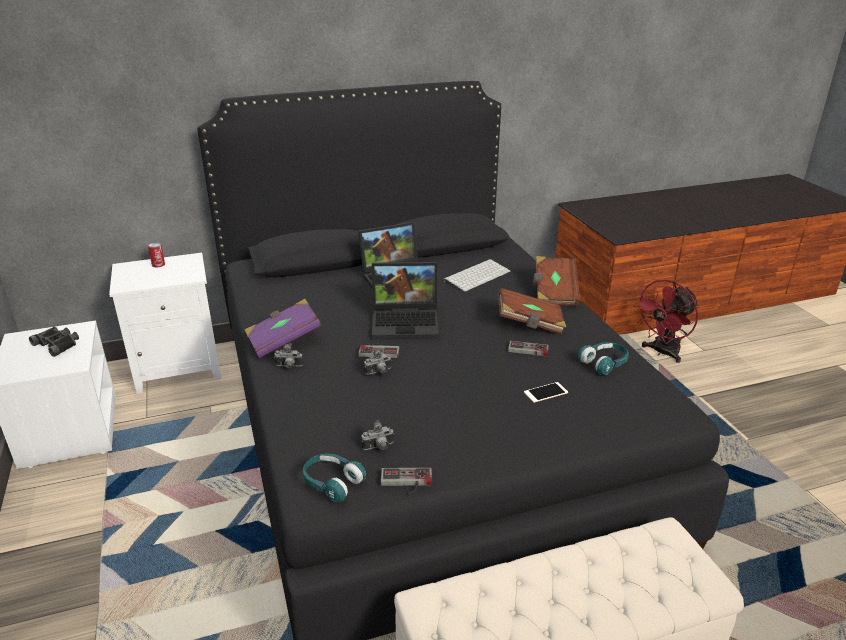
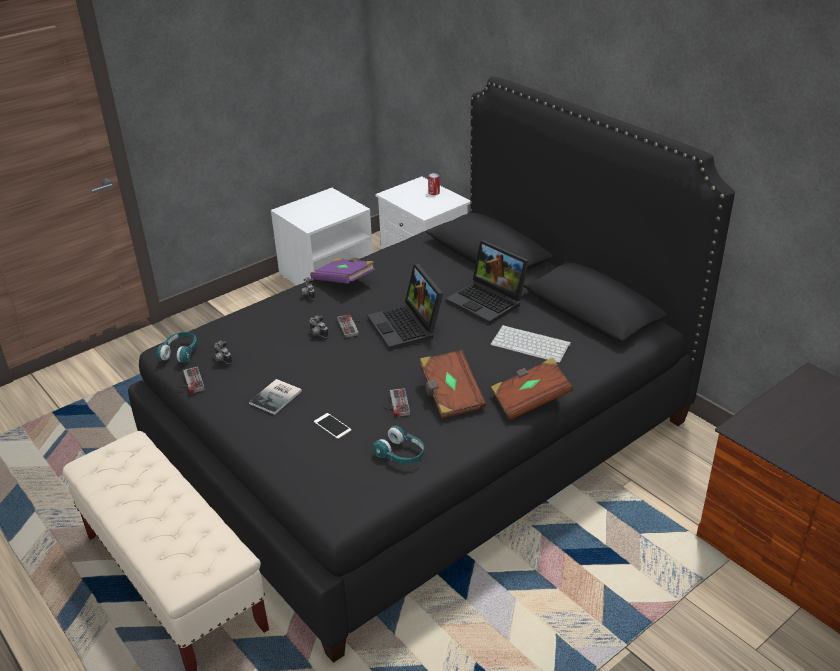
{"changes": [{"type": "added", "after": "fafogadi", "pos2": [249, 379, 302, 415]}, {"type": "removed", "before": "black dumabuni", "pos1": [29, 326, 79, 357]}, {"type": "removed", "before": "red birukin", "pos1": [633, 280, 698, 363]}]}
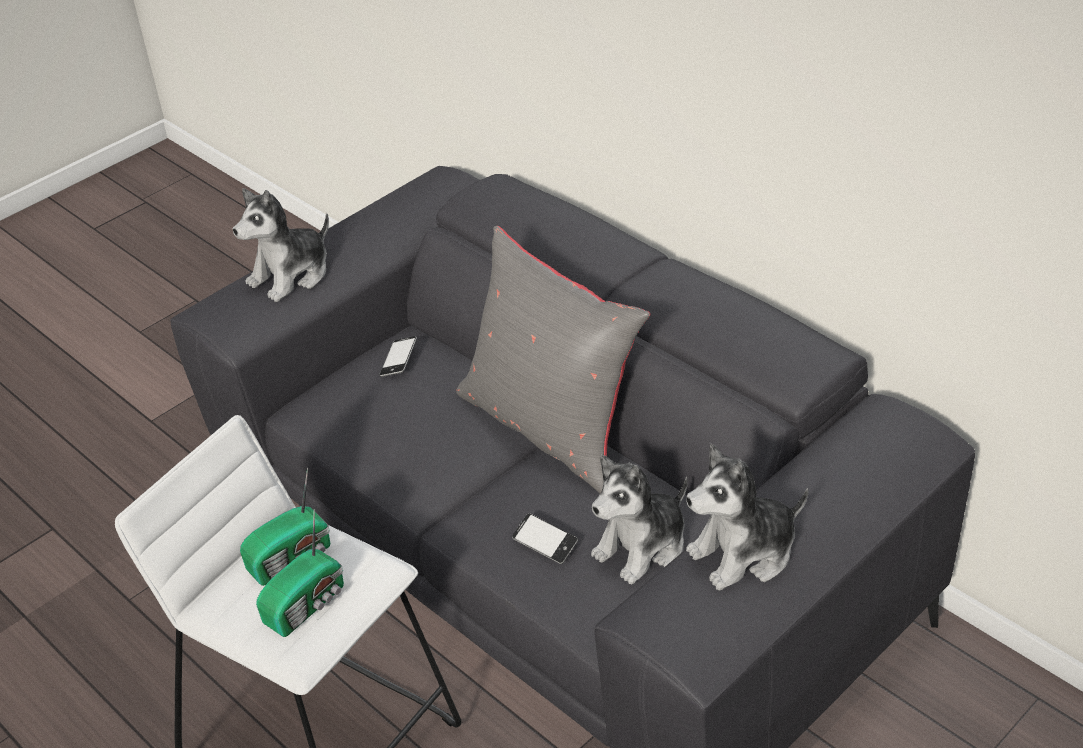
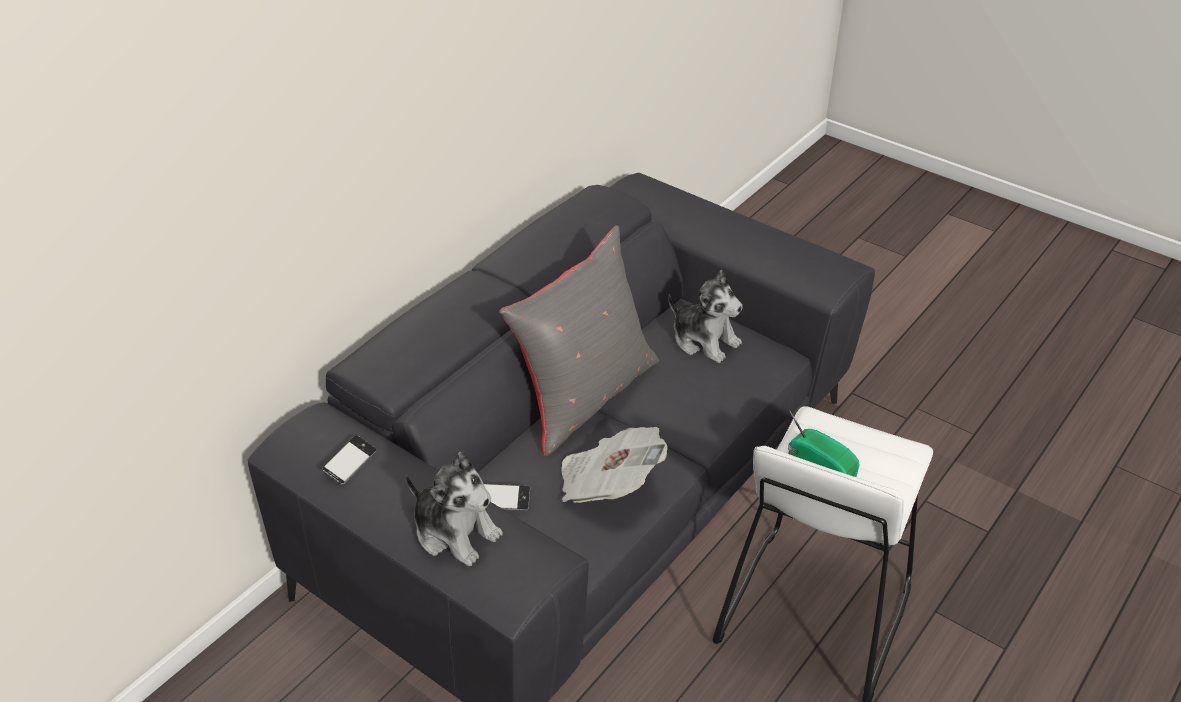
{"changes": [{"type": "moved", "before": "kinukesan", "pos1": [512, 513, 578, 564], "pos2": [322, 435, 376, 485]}, {"type": "added", "after": "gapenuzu", "pos2": [561, 427, 668, 503]}, {"type": "removed", "before": "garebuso", "pos1": [256, 509, 344, 637]}, {"type": "removed", "before": "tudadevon", "pos1": [686, 444, 809, 591]}]}
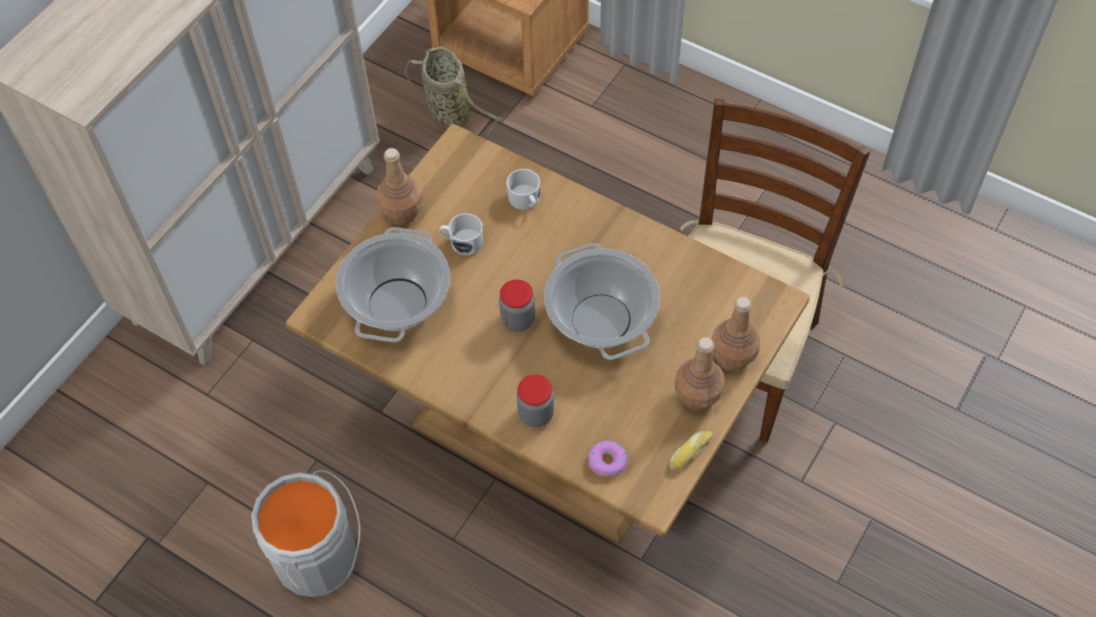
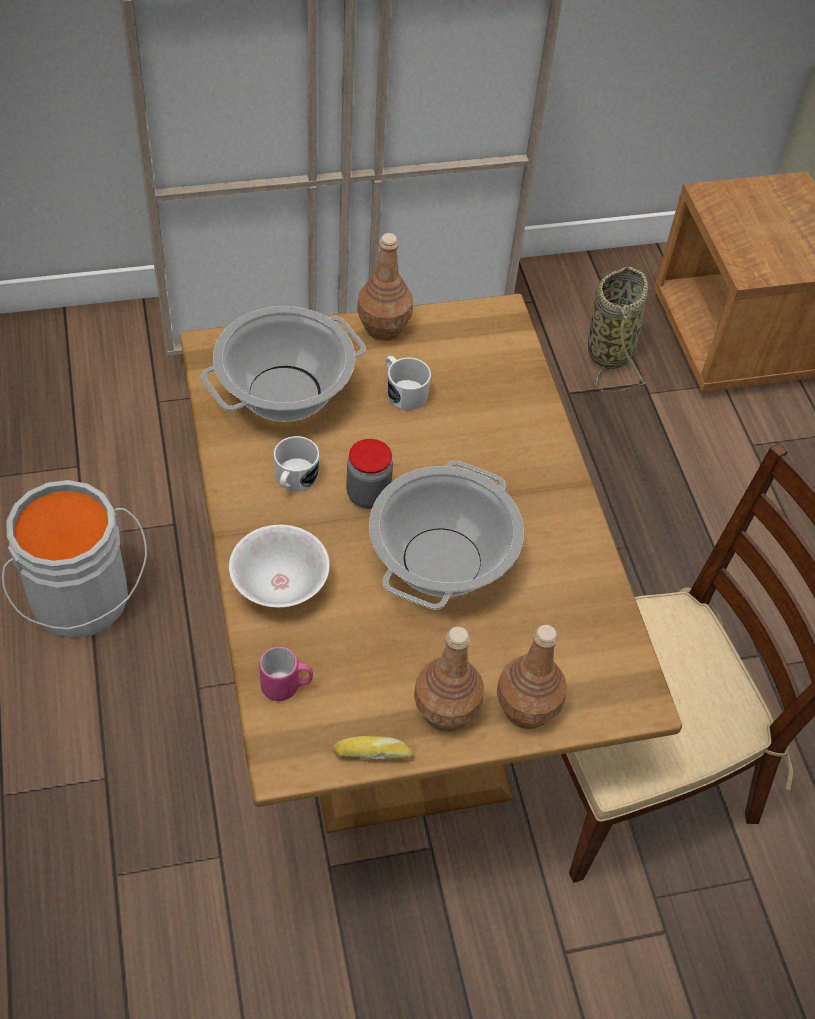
{"changes": [{"type": "replaced", "before": "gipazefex", "after": "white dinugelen", "pos1": [517, 375, 554, 427], "pos2": [229, 525, 330, 607]}, {"type": "replaced", "before": "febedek", "after": "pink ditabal", "pos1": [588, 440, 628, 477], "pos2": [259, 646, 313, 701]}, {"type": "moved", "before": "white ditabal", "pos1": [506, 169, 540, 210], "pos2": [273, 436, 319, 491]}]}
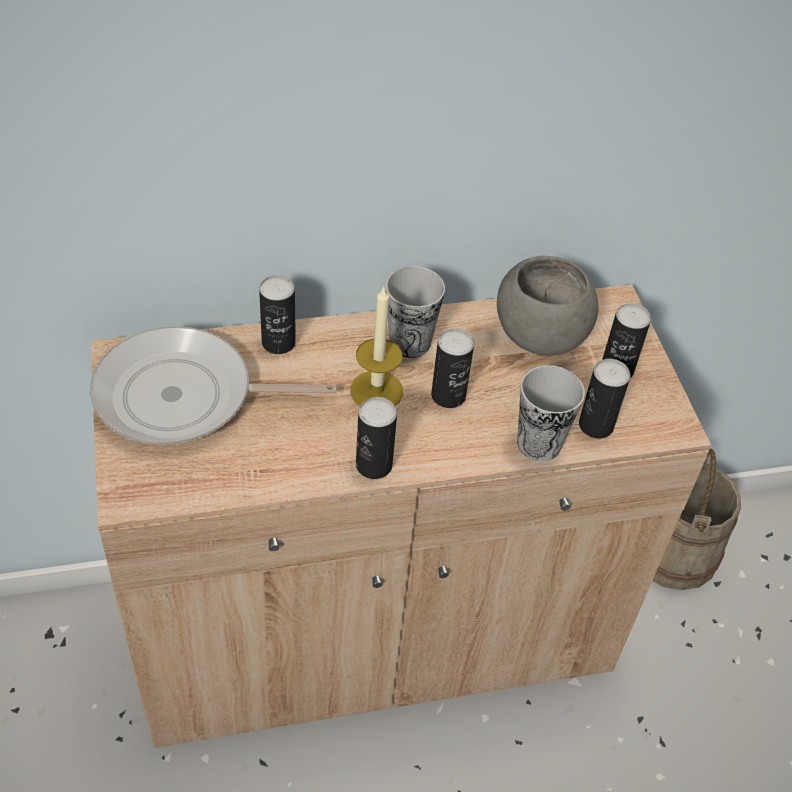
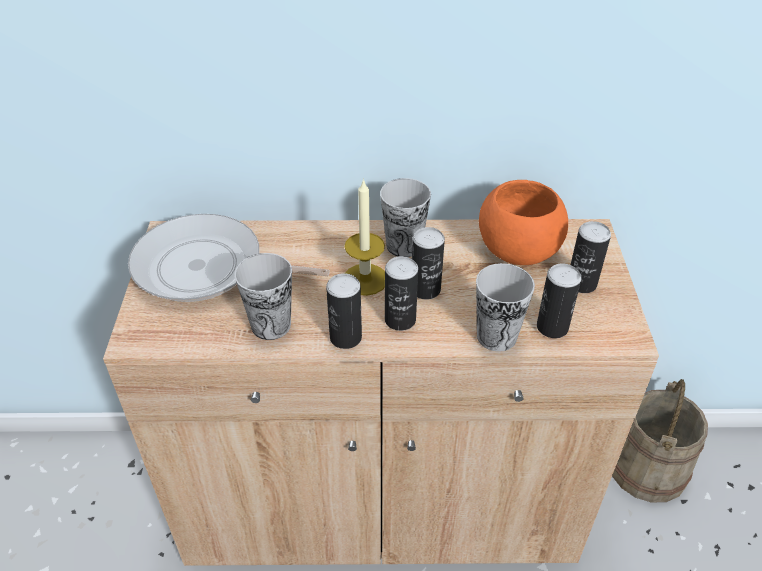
{"changes": [{"type": "added", "after": "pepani", "pos2": [234, 253, 292, 340]}, {"type": "moved", "before": "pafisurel", "pos1": [259, 275, 296, 354], "pos2": [385, 256, 418, 331]}, {"type": "recoloured", "before": "grey dinugelen", "after": "orange dinugelen", "pos1": [497, 256, 598, 356], "pos2": [479, 180, 568, 265]}]}
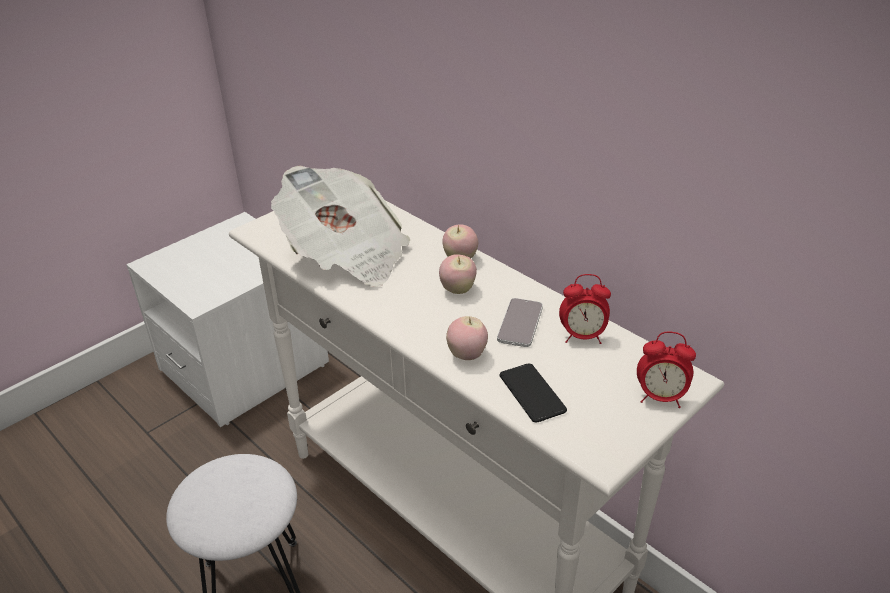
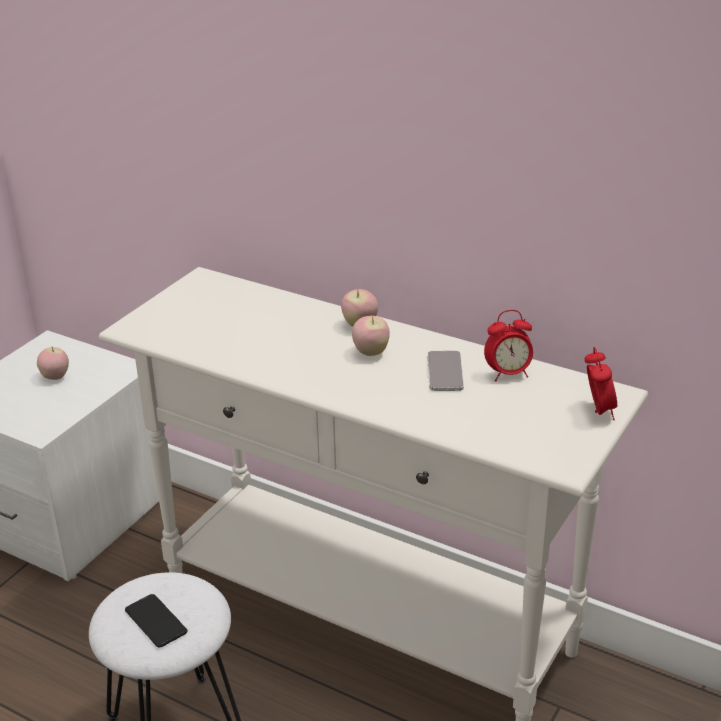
{"changes": [{"type": "moved", "before": "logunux", "pos1": [446, 316, 488, 360], "pos2": [37, 347, 69, 380]}, {"type": "moved", "before": "kinukesan", "pos1": [499, 364, 567, 422], "pos2": [125, 594, 187, 647]}, {"type": "turned", "before": "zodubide", "pos1": [637, 332, 696, 408], "pos2": [585, 347, 617, 420], "turn": -90}, {"type": "removed", "before": "gapenuzu", "pos1": [271, 166, 411, 287]}]}
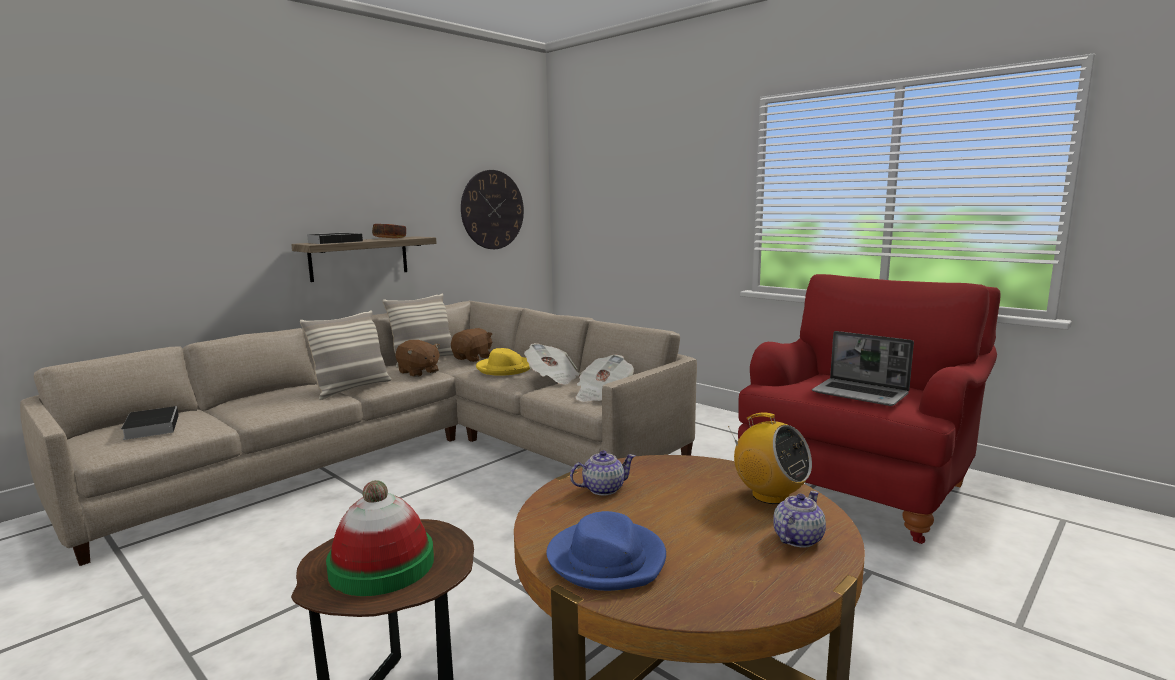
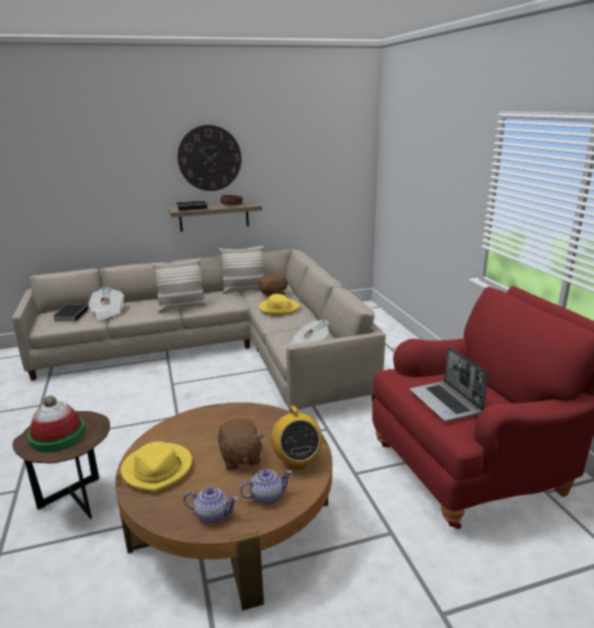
{"changes": [{"type": "moved", "before": "gapenuzu", "pos1": [524, 343, 580, 385], "pos2": [88, 287, 124, 320]}, {"type": "recoloured", "before": "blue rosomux", "after": "yellow rosomux", "pos1": [546, 511, 666, 591], "pos2": [121, 441, 192, 492]}, {"type": "moved", "before": "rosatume", "pos1": [461, 170, 524, 249], "pos2": [178, 125, 242, 191]}, {"type": "moved", "before": "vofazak", "pos1": [570, 450, 635, 496], "pos2": [184, 487, 238, 524]}, {"type": "moved", "before": "brown tudadevon", "pos1": [396, 340, 440, 377], "pos2": [218, 418, 264, 470]}]}
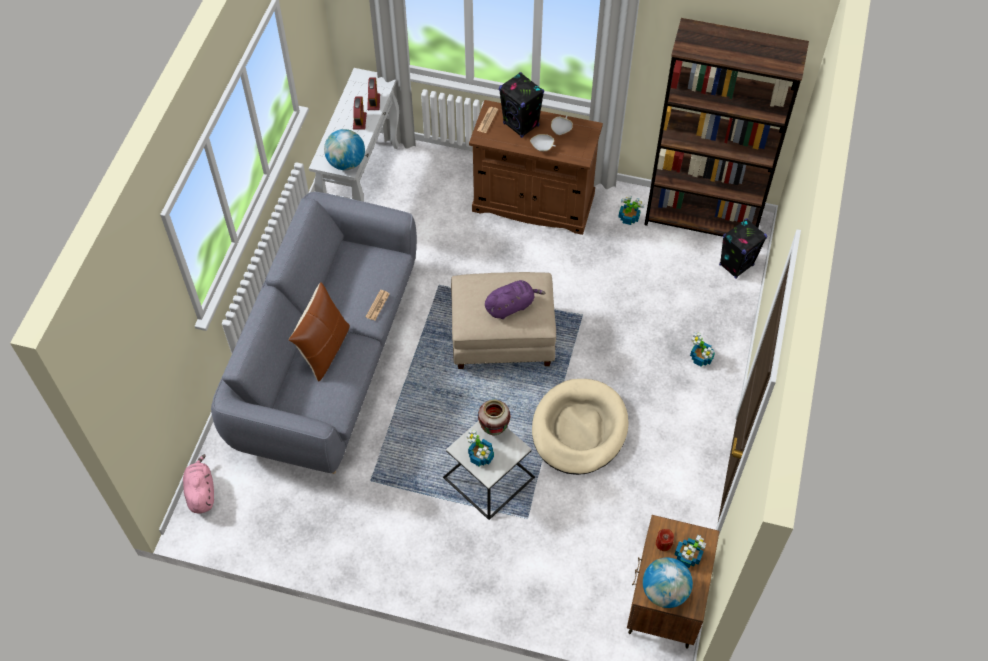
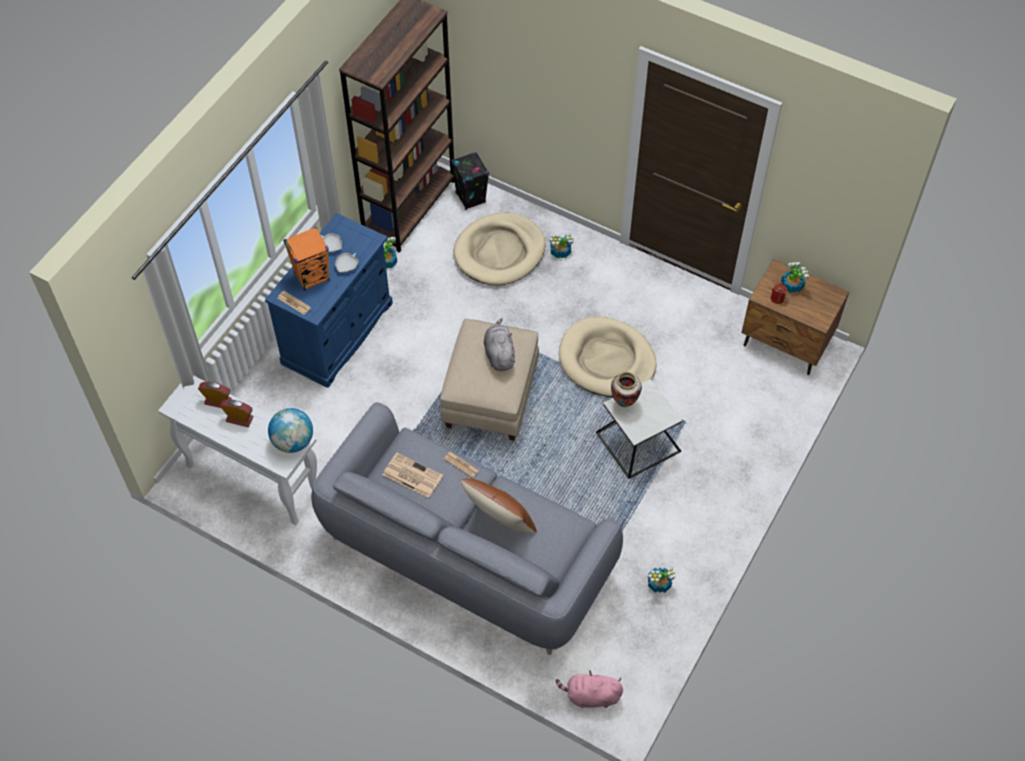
{"changes": [{"type": "recoloured", "before": "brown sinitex", "after": "blue sinitex", "pos1": [469, 100, 603, 235], "pos2": [265, 213, 393, 388]}, {"type": "recoloured", "before": "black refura", "after": "orange refura", "pos1": [499, 72, 544, 138], "pos2": [283, 227, 330, 291]}, {"type": "added", "after": "gapenuzu", "pos2": [383, 453, 443, 498]}, {"type": "added", "after": "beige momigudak", "pos2": [453, 213, 546, 285]}, {"type": "recoloured", "before": "purple tudadevon", "after": "grey tudadevon", "pos1": [485, 280, 546, 319], "pos2": [484, 318, 515, 371]}, {"type": "moved", "before": "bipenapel", "pos1": [467, 429, 494, 466], "pos2": [648, 566, 675, 593]}, {"type": "removed", "before": "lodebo", "pos1": [643, 557, 693, 608]}]}
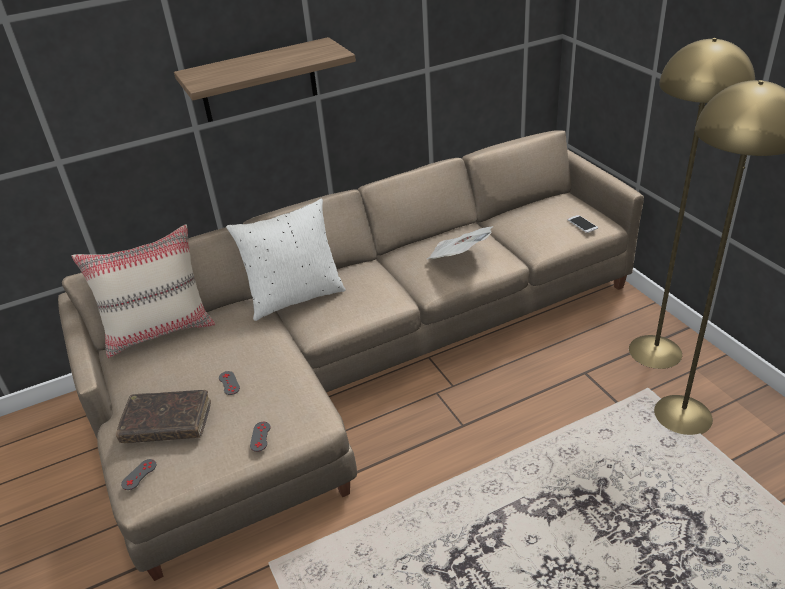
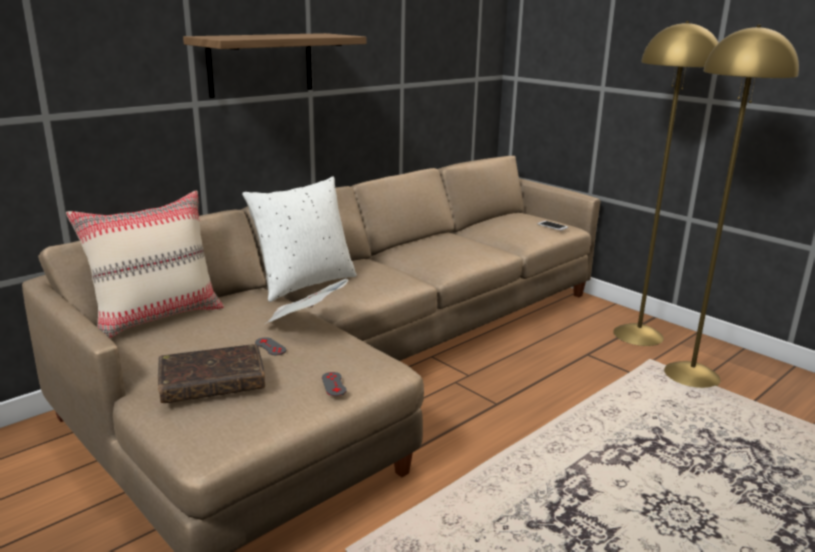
{"changes": [{"type": "moved", "before": "gapenuzu", "pos1": [427, 226, 494, 259], "pos2": [265, 278, 348, 324]}, {"type": "removed", "before": "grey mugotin", "pos1": [121, 459, 157, 490]}]}
